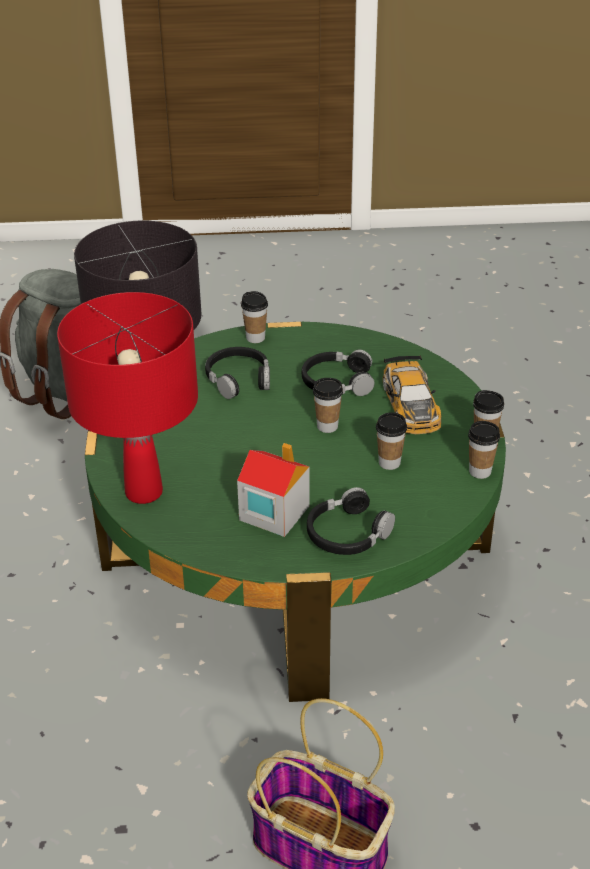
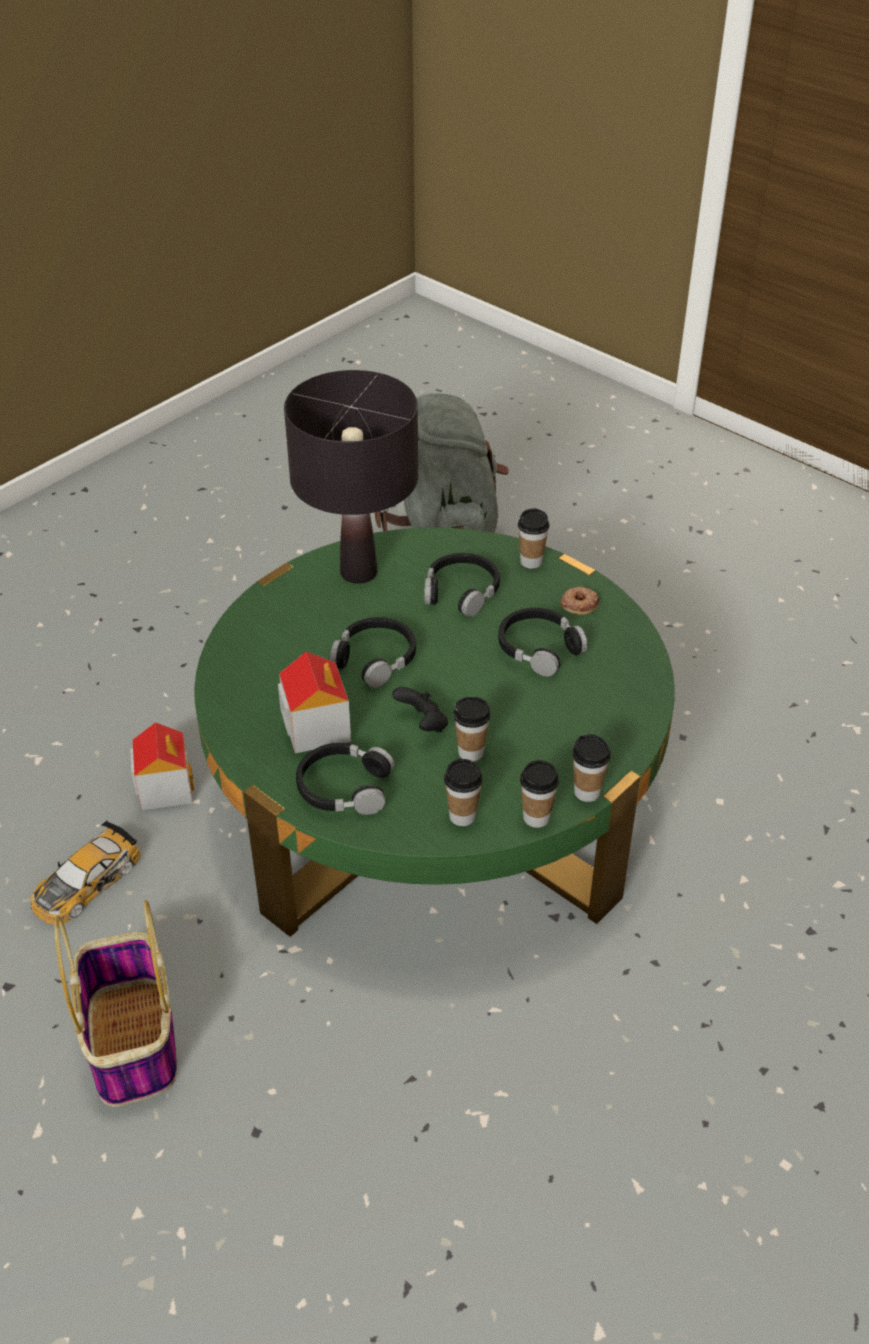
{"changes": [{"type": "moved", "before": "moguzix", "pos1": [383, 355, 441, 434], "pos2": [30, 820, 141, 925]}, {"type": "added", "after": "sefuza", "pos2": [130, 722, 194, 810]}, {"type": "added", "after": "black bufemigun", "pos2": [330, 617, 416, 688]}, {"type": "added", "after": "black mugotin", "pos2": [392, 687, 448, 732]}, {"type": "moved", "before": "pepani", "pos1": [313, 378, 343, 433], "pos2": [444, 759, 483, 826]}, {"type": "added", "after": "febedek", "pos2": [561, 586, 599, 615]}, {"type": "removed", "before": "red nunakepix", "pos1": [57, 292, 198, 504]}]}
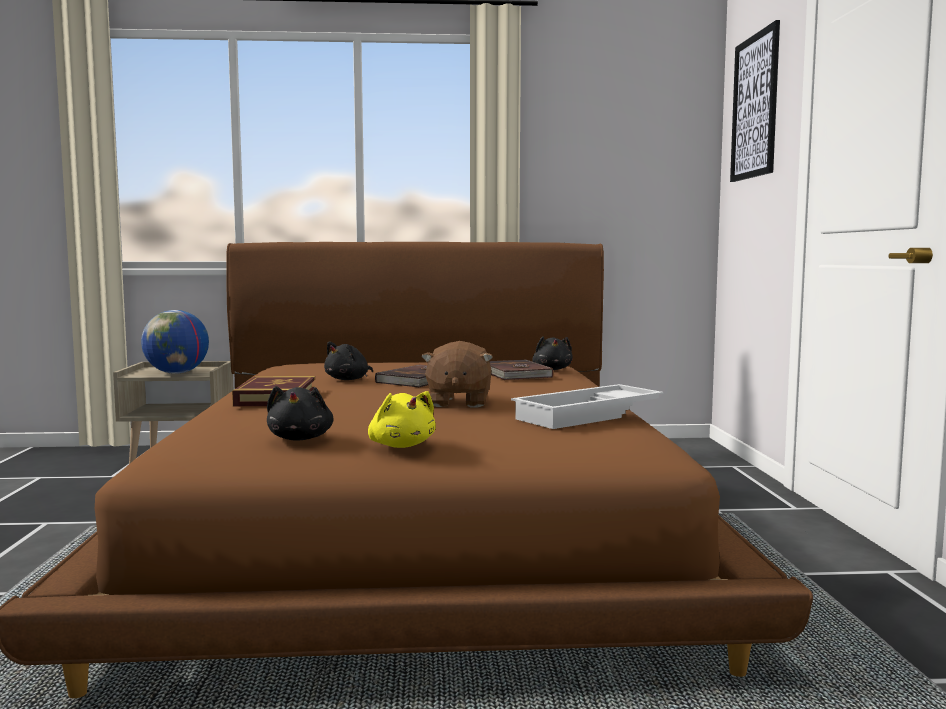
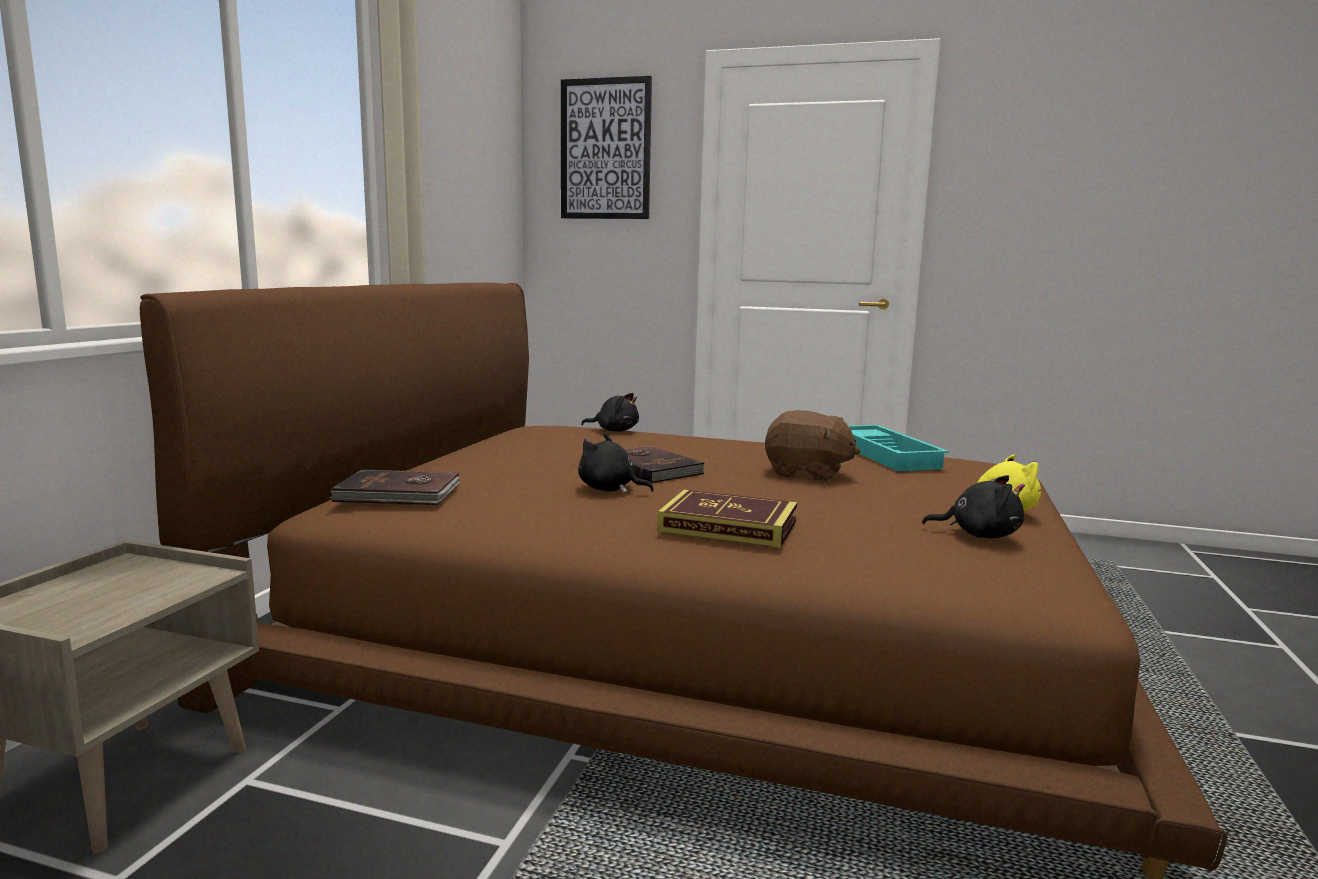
{"changes": [{"type": "moved", "before": "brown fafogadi", "pos1": [489, 359, 553, 380], "pos2": [330, 470, 460, 505]}, {"type": "turned", "before": "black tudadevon", "pos1": [324, 342, 373, 380], "pos2": [578, 433, 654, 493], "turn": 150}, {"type": "recoloured", "before": "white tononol", "after": "turquoise tononol", "pos1": [511, 384, 663, 429], "pos2": [849, 425, 949, 471]}, {"type": "removed", "before": "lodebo", "pos1": [141, 310, 209, 374]}]}
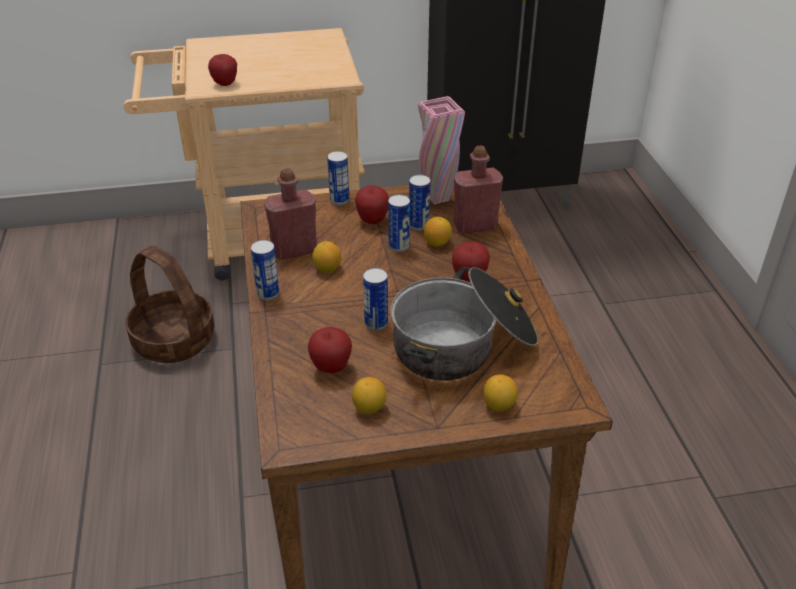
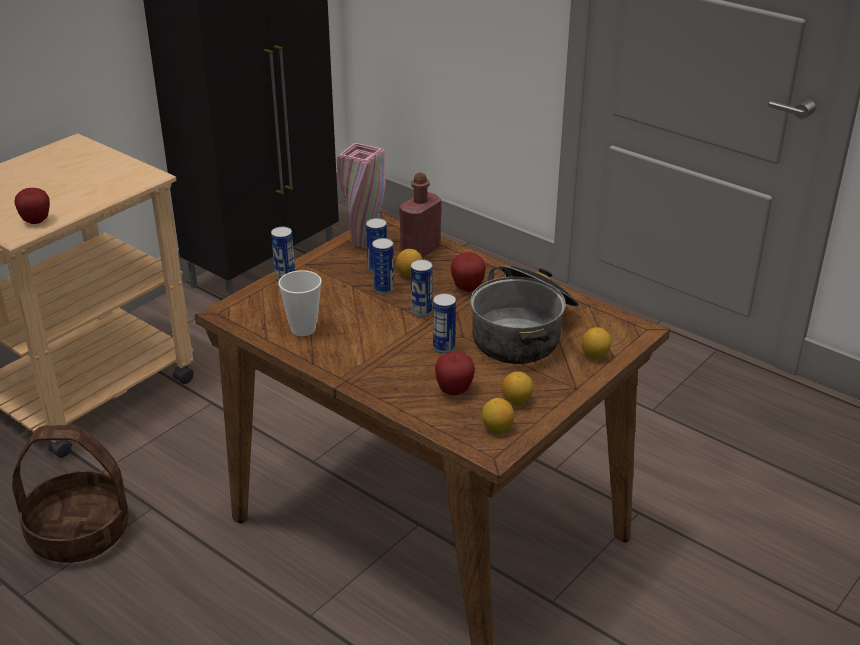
{"changes": [{"type": "replaced", "before": "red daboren", "after": "pepani", "pos1": [264, 168, 317, 260], "pos2": [278, 270, 322, 336]}, {"type": "moved", "before": "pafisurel", "pos1": [251, 240, 279, 301], "pos2": [411, 259, 432, 318]}, {"type": "moved", "before": "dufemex", "pos1": [312, 241, 341, 273], "pos2": [482, 398, 514, 433]}, {"type": "removed", "before": "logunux", "pos1": [355, 186, 389, 224]}]}
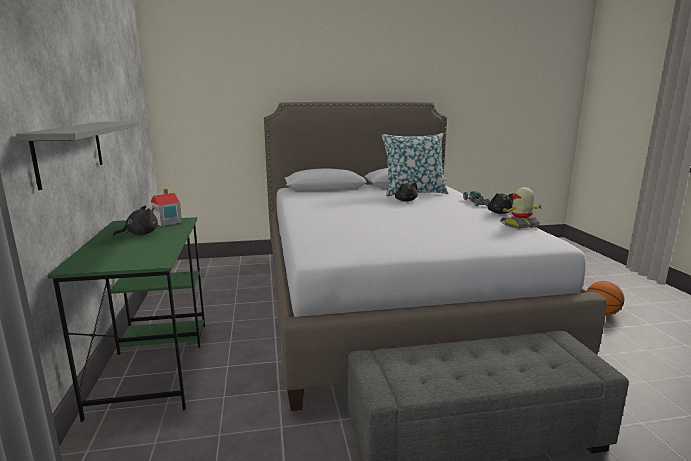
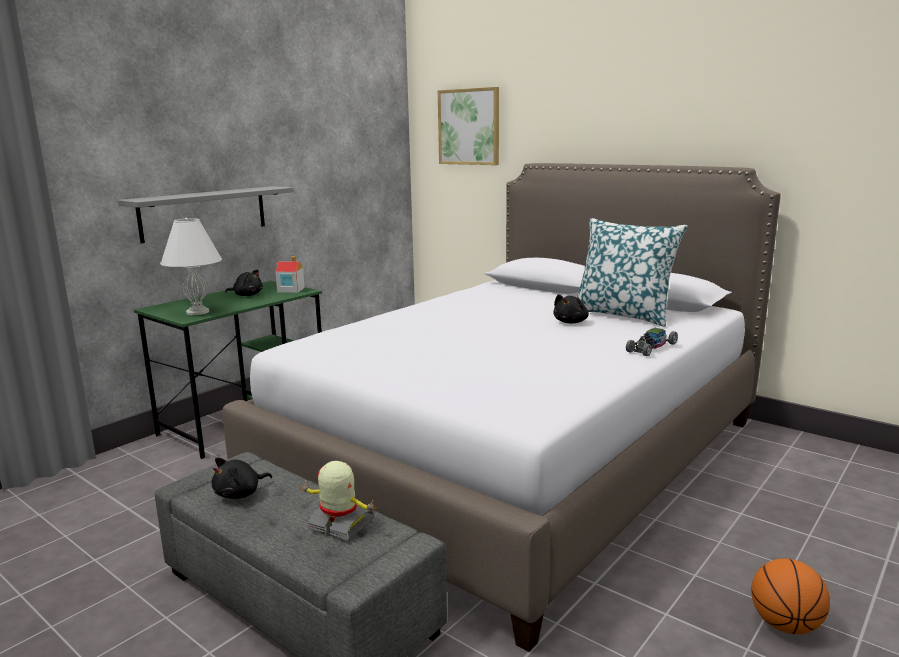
{"changes": [{"type": "added", "after": "white nunakepix", "pos2": [160, 218, 222, 315]}, {"type": "moved", "before": "black tudadevon", "pos1": [488, 193, 513, 214], "pos2": [212, 457, 272, 499]}, {"type": "moved", "before": "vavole", "pos1": [500, 187, 544, 229], "pos2": [299, 461, 377, 541]}, {"type": "added", "after": "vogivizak", "pos2": [438, 87, 499, 165]}]}
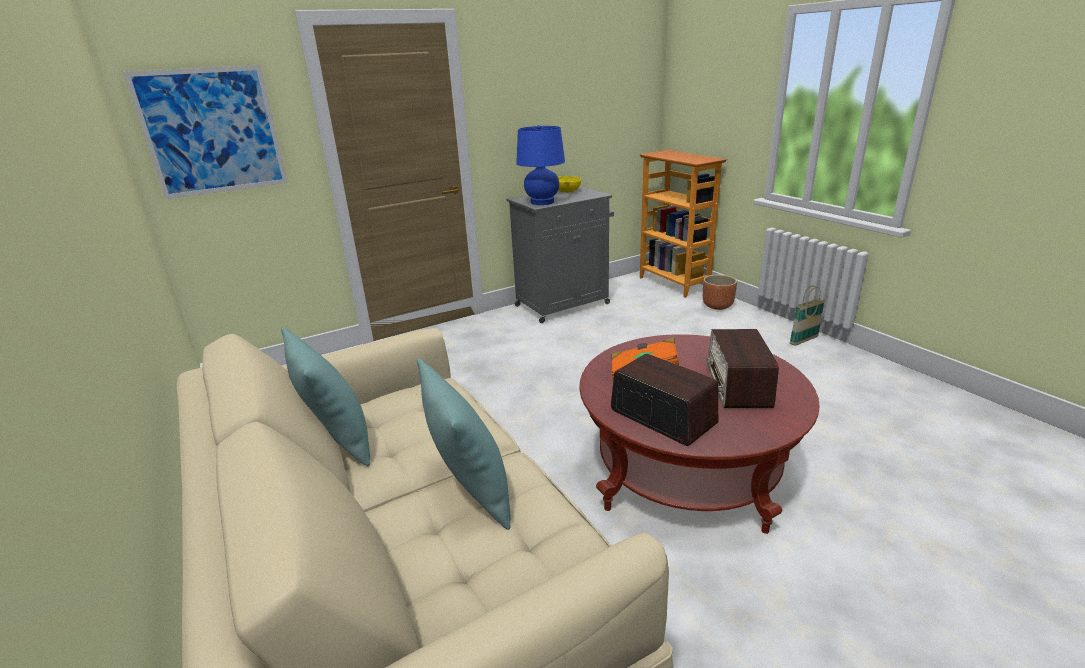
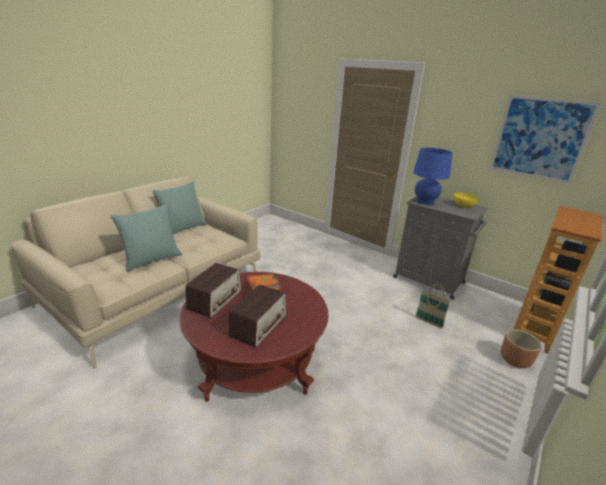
{"changes": [{"type": "turned", "before": "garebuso", "pos1": [706, 329, 779, 408], "pos2": [228, 285, 286, 348], "turn": 135}, {"type": "moved", "before": "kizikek", "pos1": [789, 285, 825, 346], "pos2": [415, 284, 451, 328]}, {"type": "moved", "before": "vogivizak", "pos1": [123, 65, 288, 199], "pos2": [489, 95, 602, 184]}]}
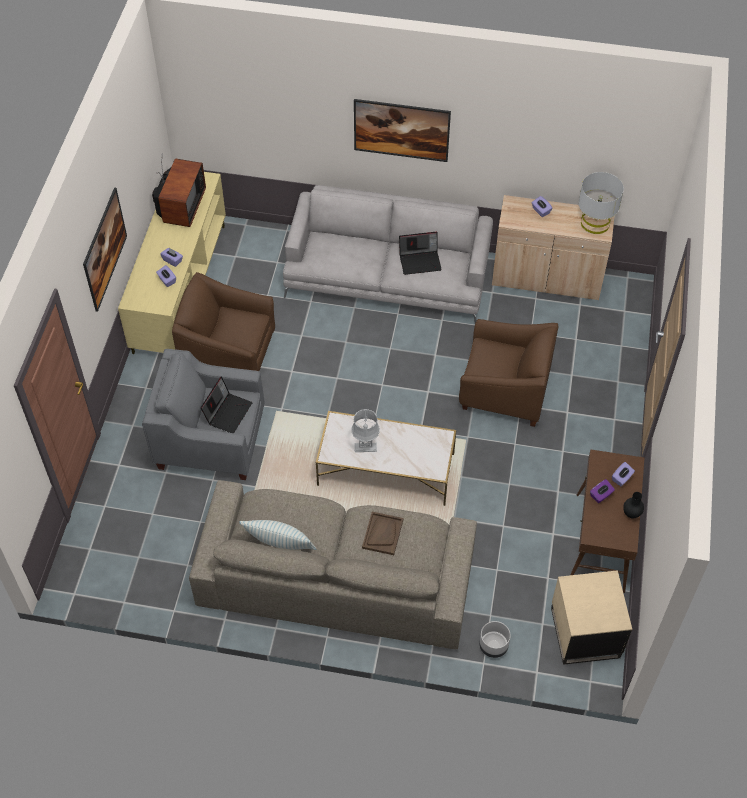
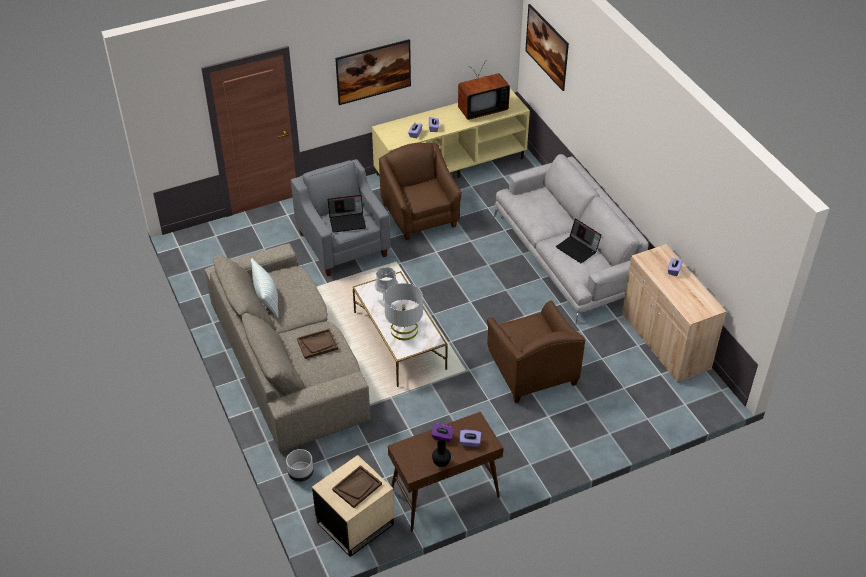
{"changes": [{"type": "added", "after": "brown tononol", "pos2": [332, 465, 382, 508]}, {"type": "moved", "before": "grey nunakepix", "pos1": [579, 172, 624, 234], "pos2": [384, 283, 423, 340]}, {"type": "moved", "before": "vogivizak", "pos1": [354, 99, 451, 162], "pos2": [525, 4, 569, 91]}]}
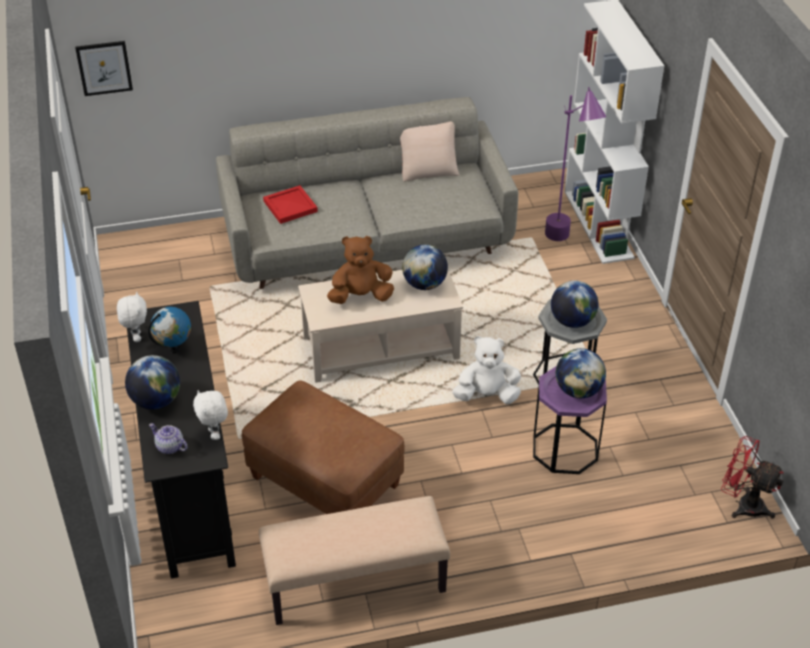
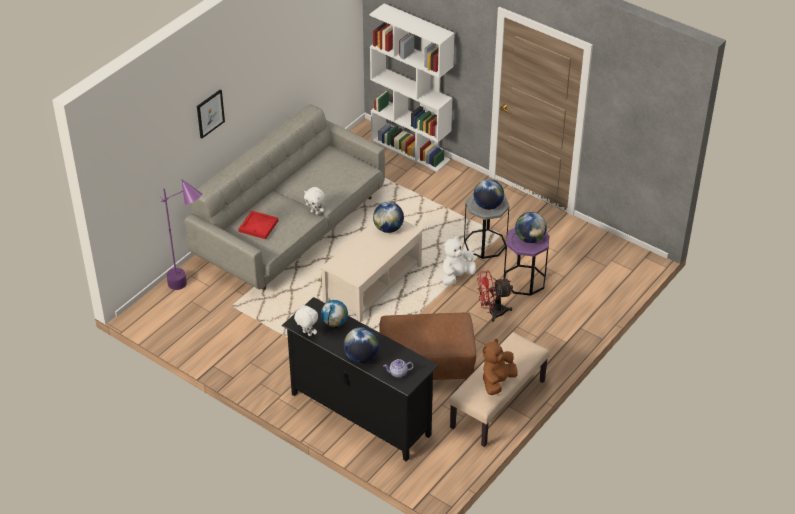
{"changes": [{"type": "moved", "before": "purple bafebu", "pos1": [545, 87, 606, 241], "pos2": [161, 179, 202, 290]}, {"type": "moved", "before": "vogivizak", "pos1": [75, 41, 133, 96], "pos2": [197, 89, 225, 139]}, {"type": "moved", "before": "white tudadevon", "pos1": [193, 390, 228, 440], "pos2": [304, 187, 325, 215]}, {"type": "moved", "before": "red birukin", "pos1": [721, 436, 784, 519], "pos2": [477, 270, 513, 322]}, {"type": "moved", "before": "brown tudadevon", "pos1": [327, 236, 394, 304], "pos2": [483, 339, 518, 395]}, {"type": "removed", "before": "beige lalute", "pos1": [400, 121, 459, 182]}]}
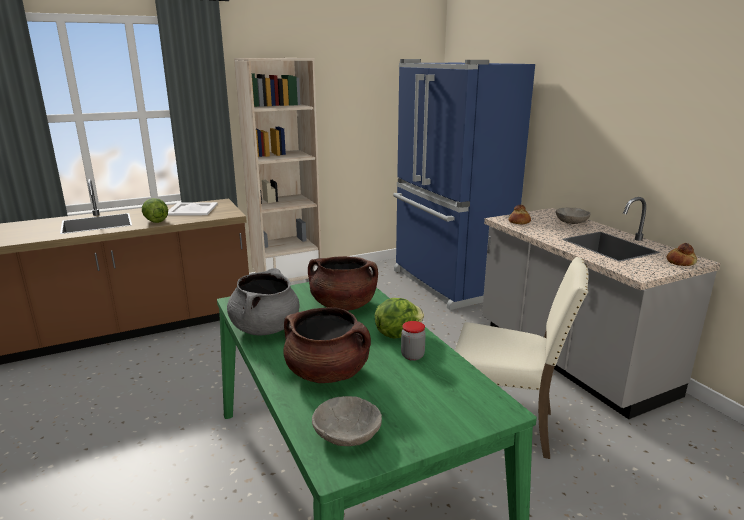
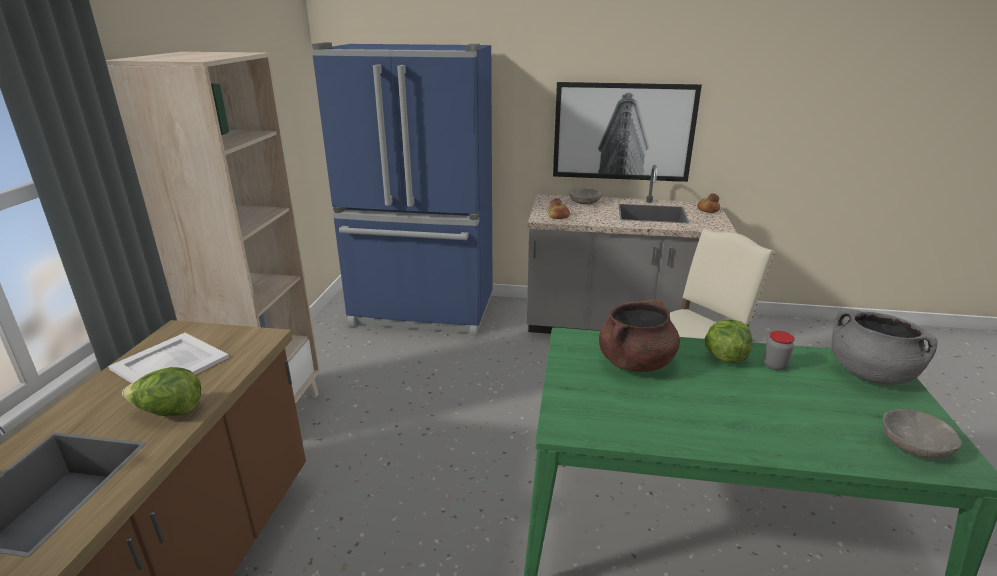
{"changes": [{"type": "added", "after": "vogivizak", "pos2": [553, 82, 702, 182]}, {"type": "moved", "before": "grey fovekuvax", "pos1": [227, 268, 300, 335], "pos2": [831, 309, 937, 385]}, {"type": "removed", "before": "brown fovekuvax", "pos1": [283, 307, 371, 383]}]}
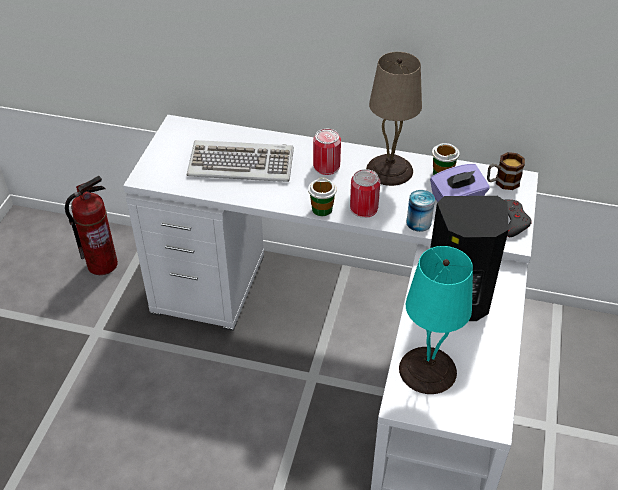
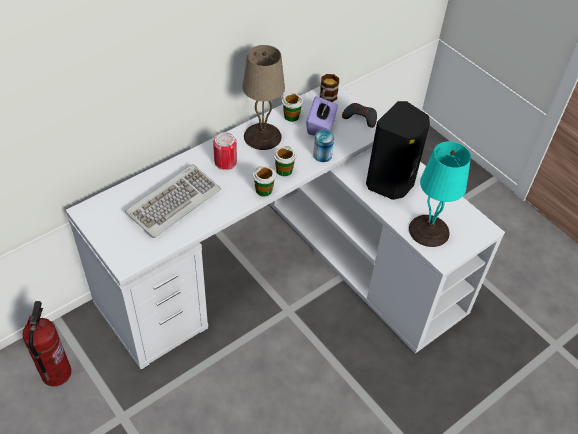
{"changes": [{"type": "replaced", "before": "pafisurel", "after": "pepani", "pos1": [350, 169, 380, 218], "pos2": [274, 146, 296, 176]}]}
